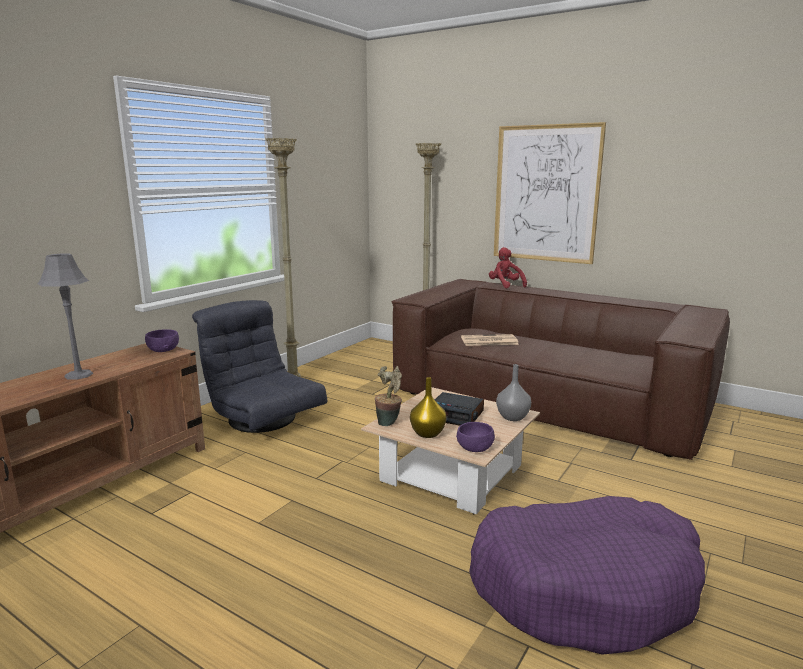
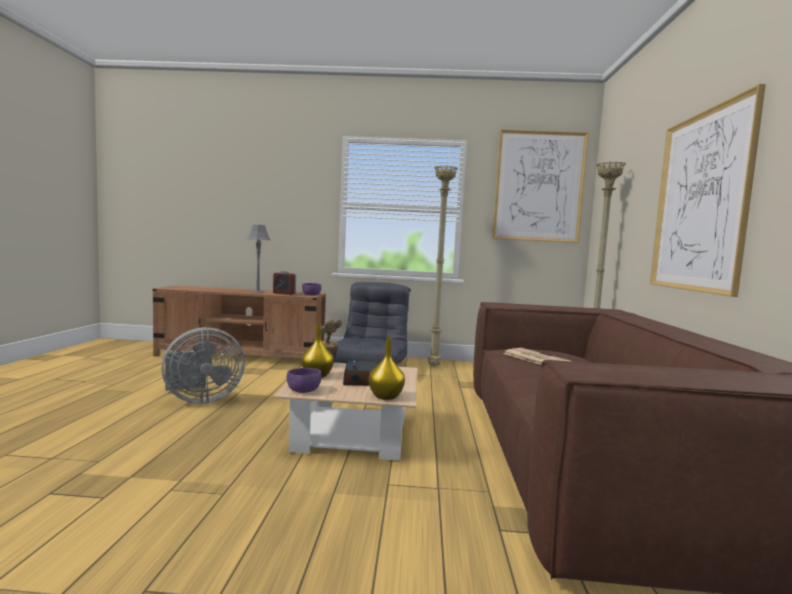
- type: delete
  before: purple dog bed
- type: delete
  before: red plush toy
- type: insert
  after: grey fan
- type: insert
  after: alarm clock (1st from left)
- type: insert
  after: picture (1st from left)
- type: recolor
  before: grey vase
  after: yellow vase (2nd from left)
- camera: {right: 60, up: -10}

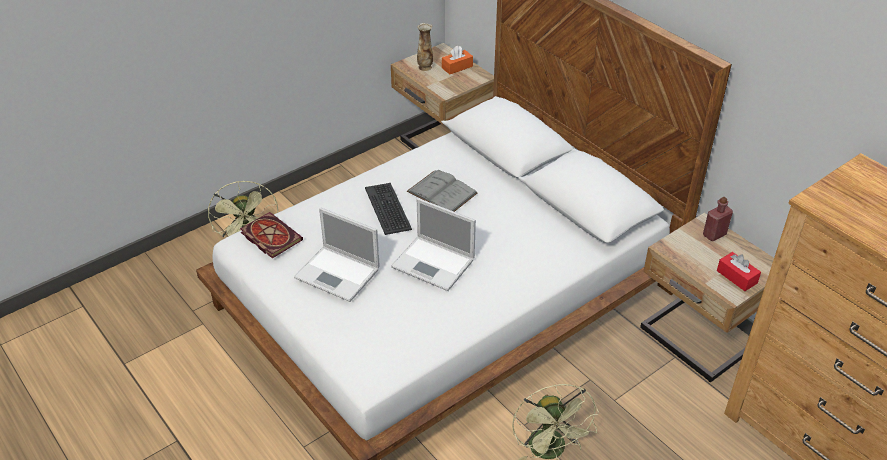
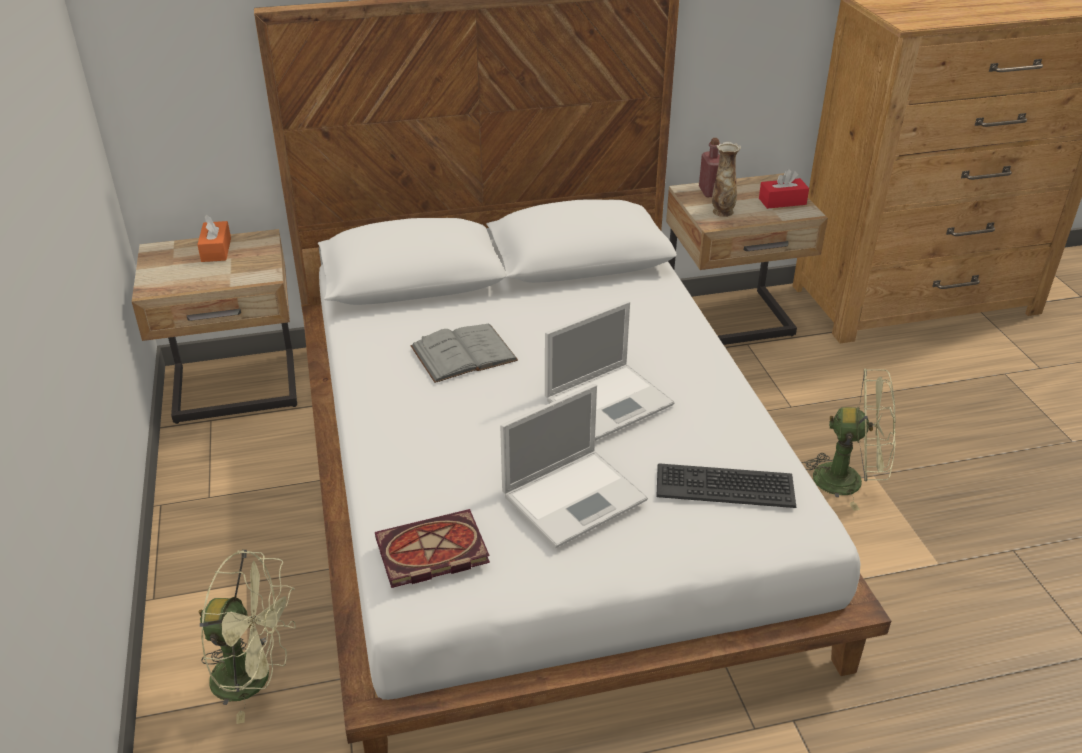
- type: move
  before: keyboard
- type: move
  before: vase
- camera: {right: -65, up: -5}

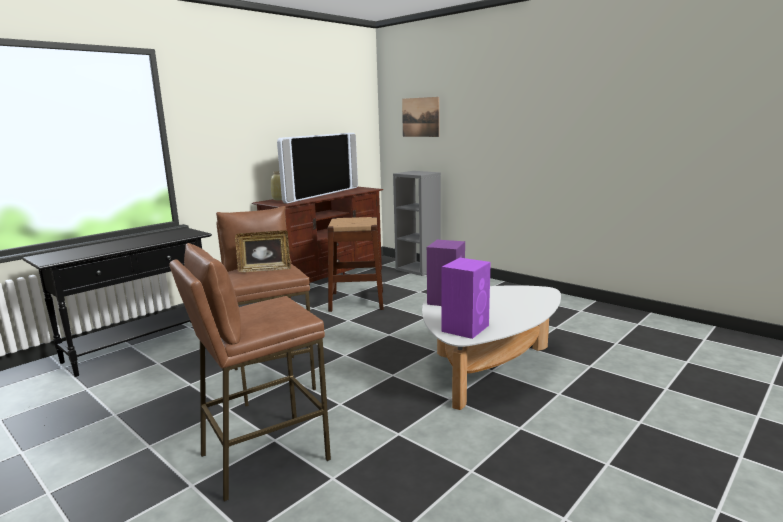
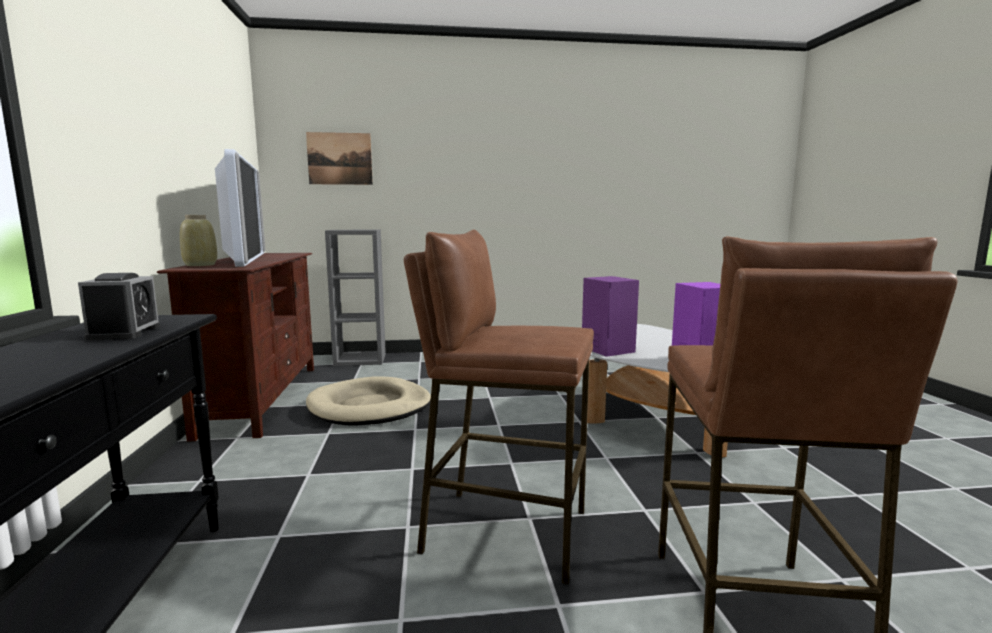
- type: delete
  before: picture frame
- type: insert
  after: alarm clock
- type: replace
  before: brown stool (3rd from left)
  after: beige dog bed
- camera: {right: -50, up: -5}

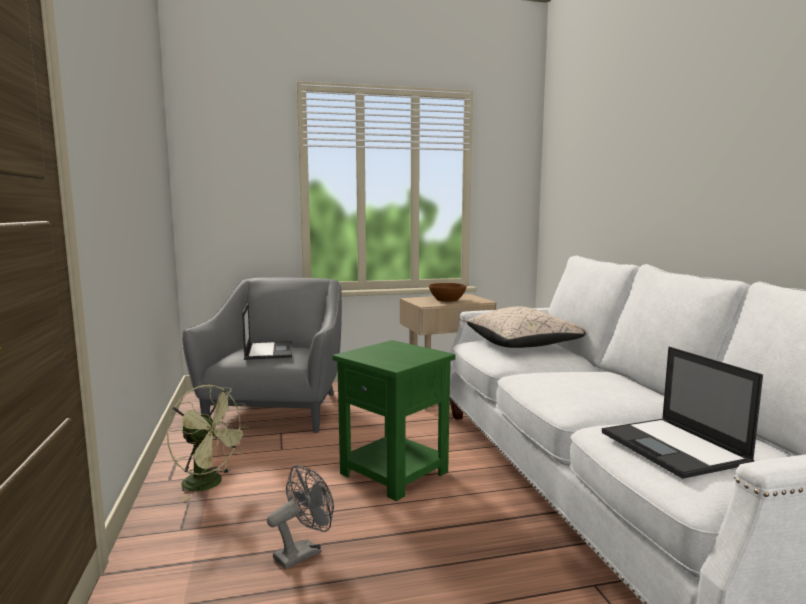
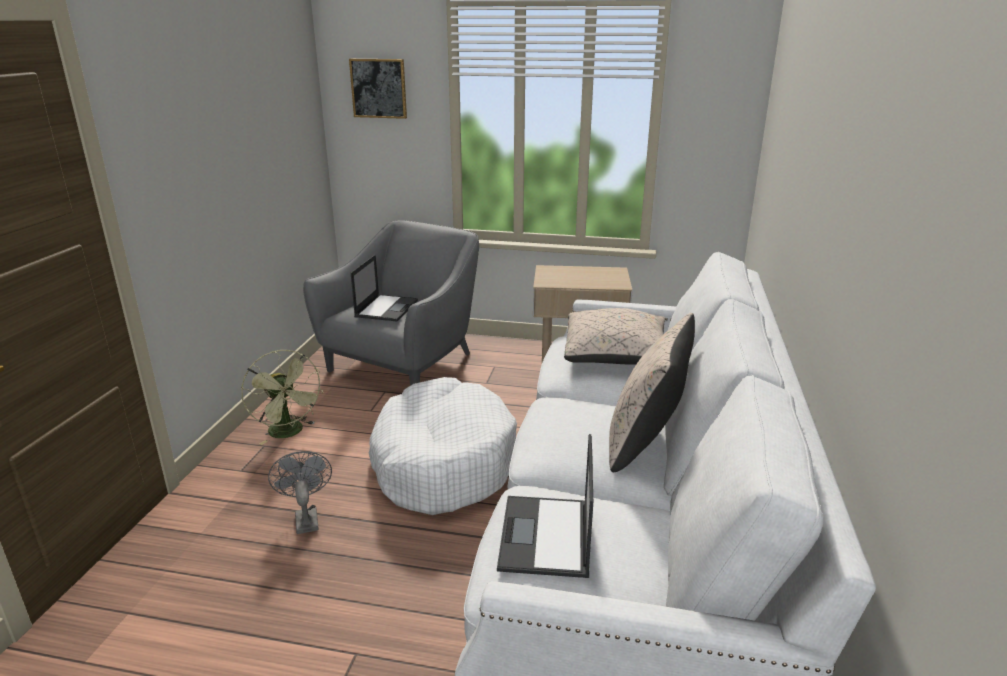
- type: delete
  before: brown bowl
- type: insert
  after: picture
- type: insert
  after: beige pillow (2nd from left)
- type: replace
  before: green side table
  after: white dog bed
- type: rotate
  before: grey fan
  turn: -90
- camera: {right: 25, up: 15}

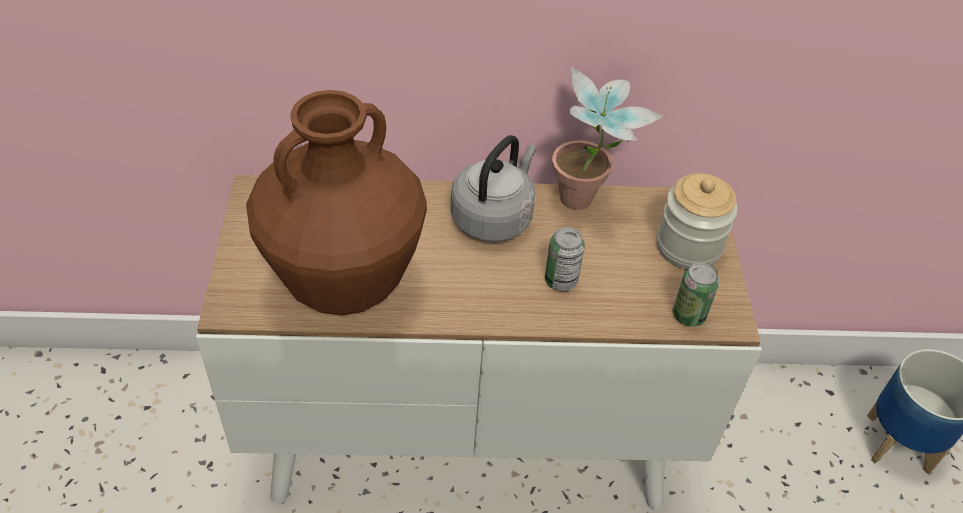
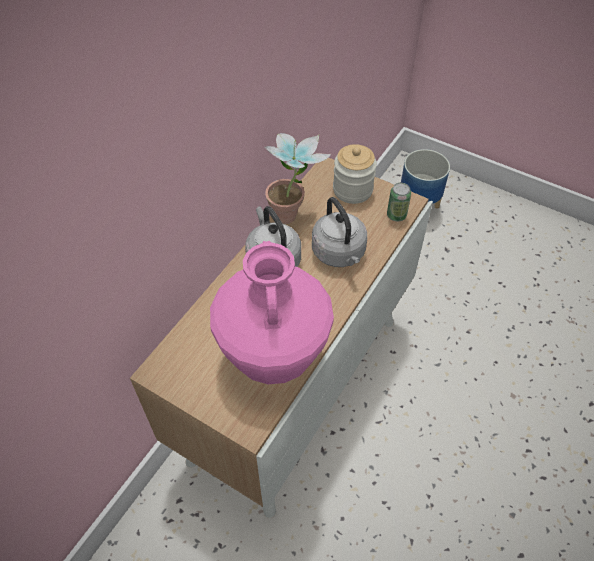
- type: replace
  before: can (1st from left)
  after: grey kettle (2nd from left)
- type: recolor
  before: brown vase
  after: pink vase
- camera: {right: -55, up: 5}

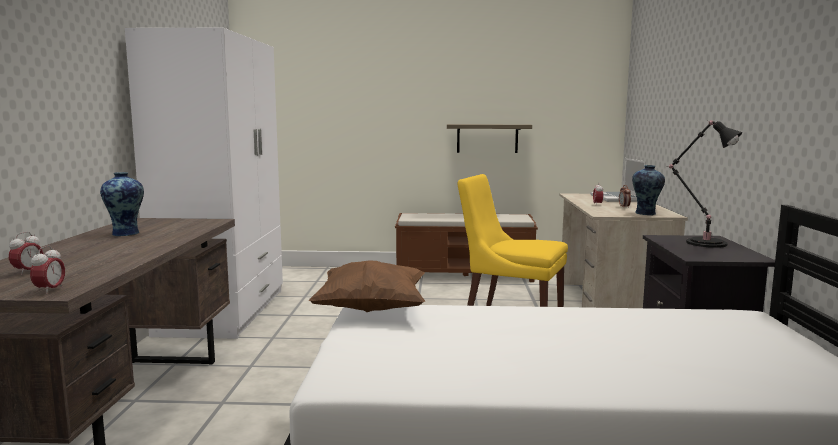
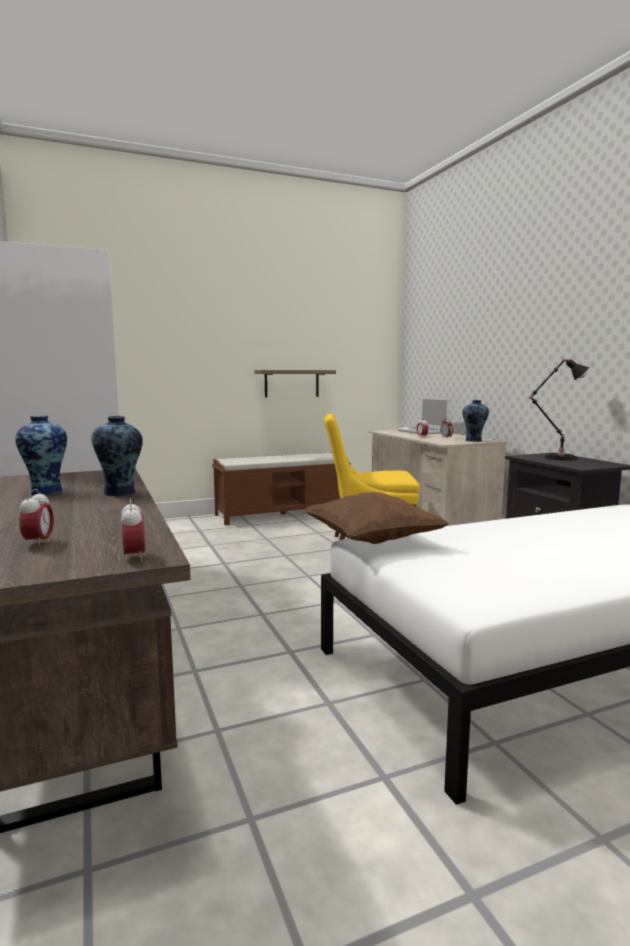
- type: insert
  after: vase (2nd from left)
- camera: {right: -25, up: 0}

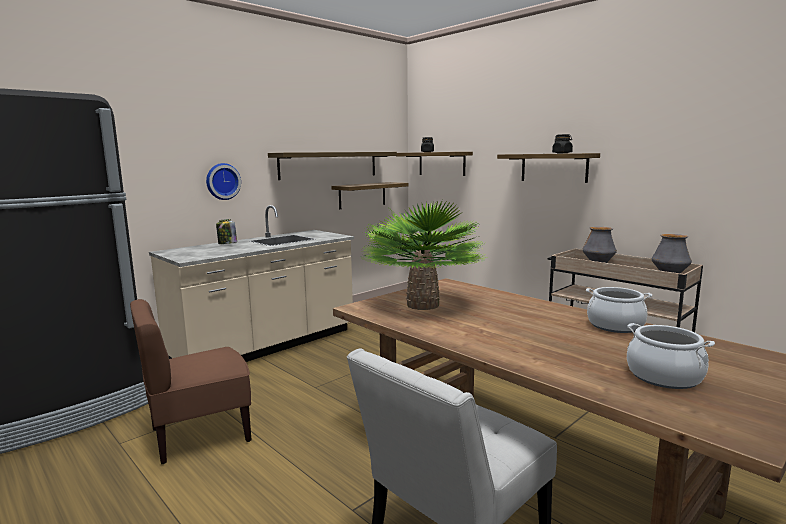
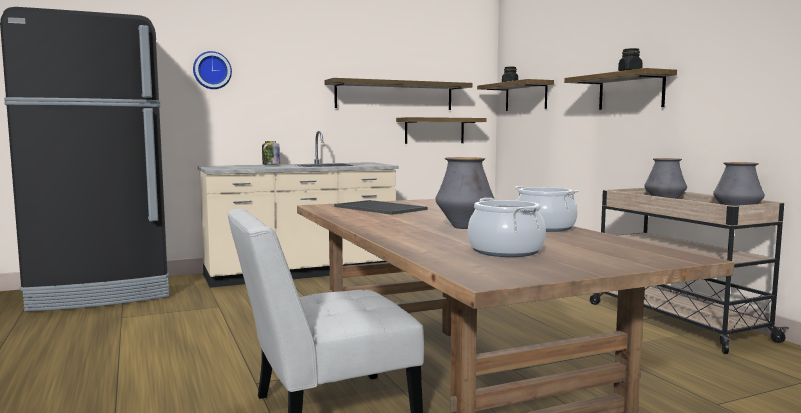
- type: delete
  before: brown chair
- type: insert
  after: vase (1st from left)
- type: move
  before: wall clock
- type: replace
  before: potted plant
  after: tray
- camera: {right: 20, up: -5}

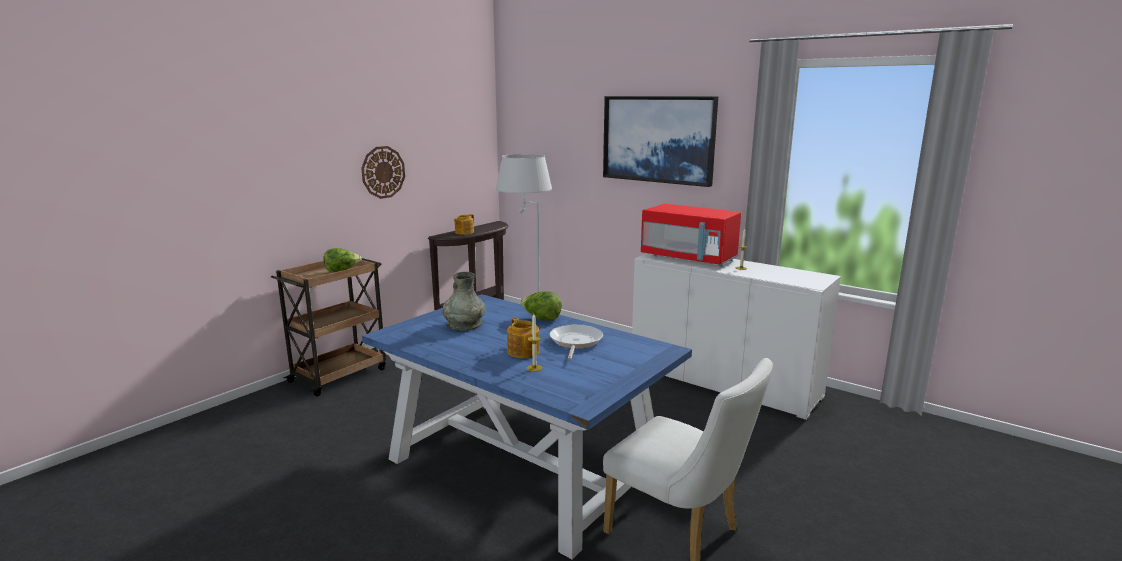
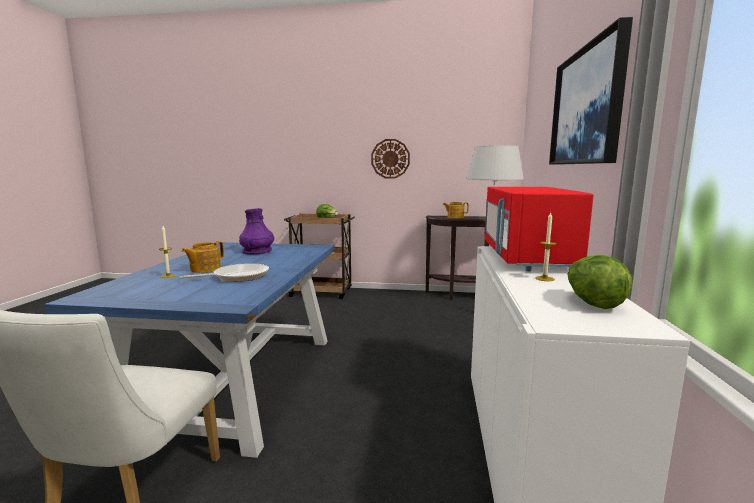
- type: move
  before: lettuce (2nd from left)
- type: recolor
  before: grey vase
  after: purple vase
- camera: {right: 60, up: -5}

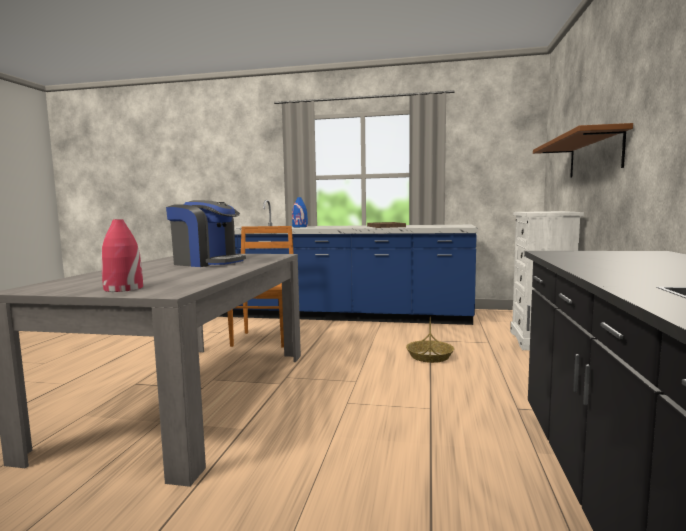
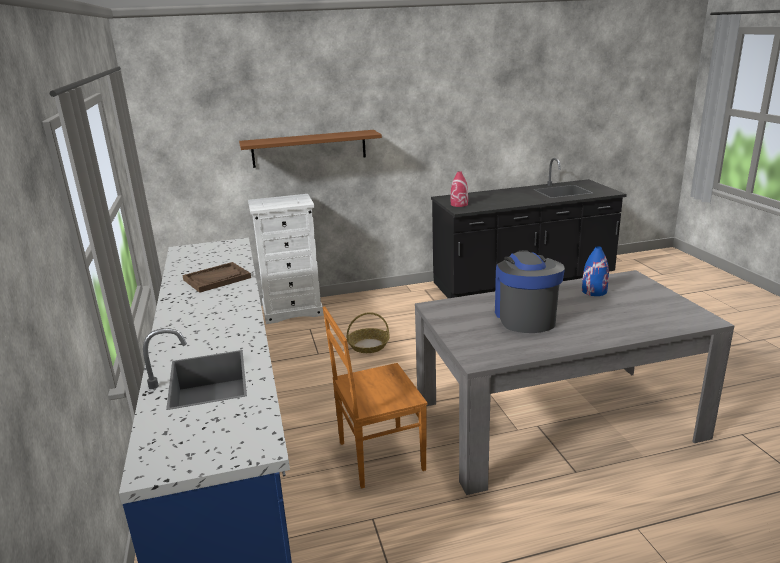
- type: move
  before: red vase
- type: move
  before: blue vase
- camera: {right: -115, up: 15}

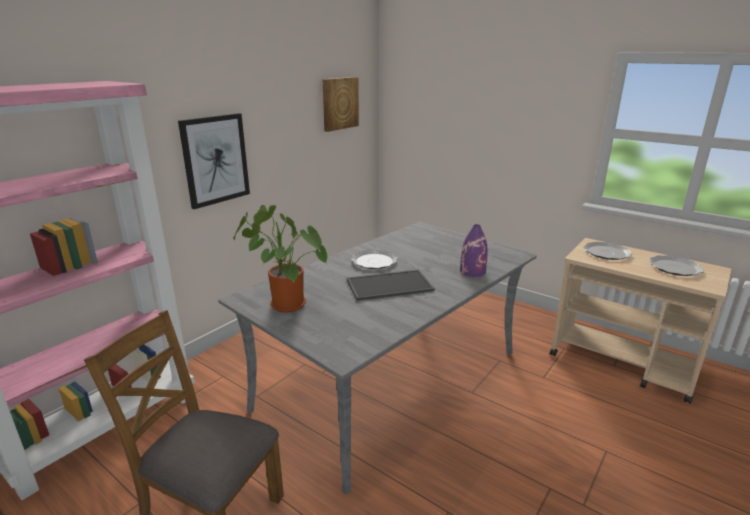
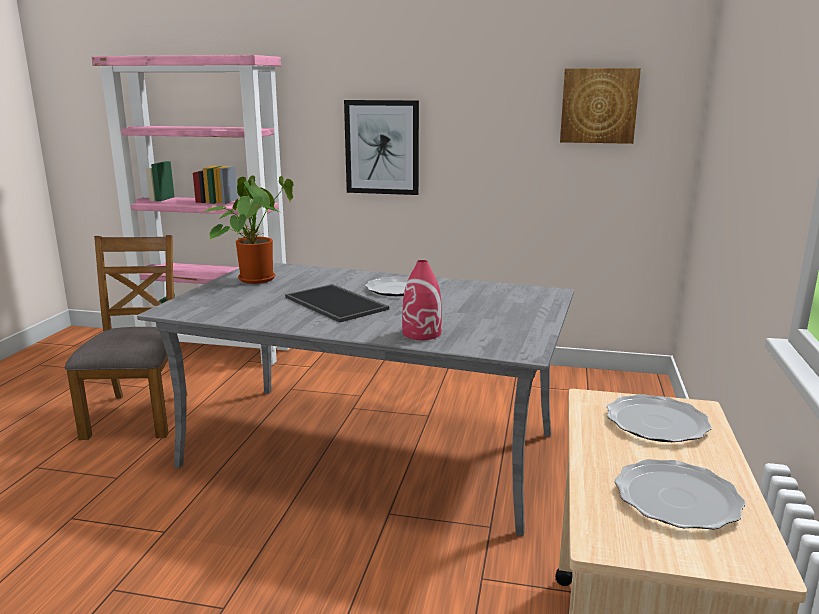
- type: recolor
  before: purple vase
  after: red vase
- camera: {right: 65, up: -5}

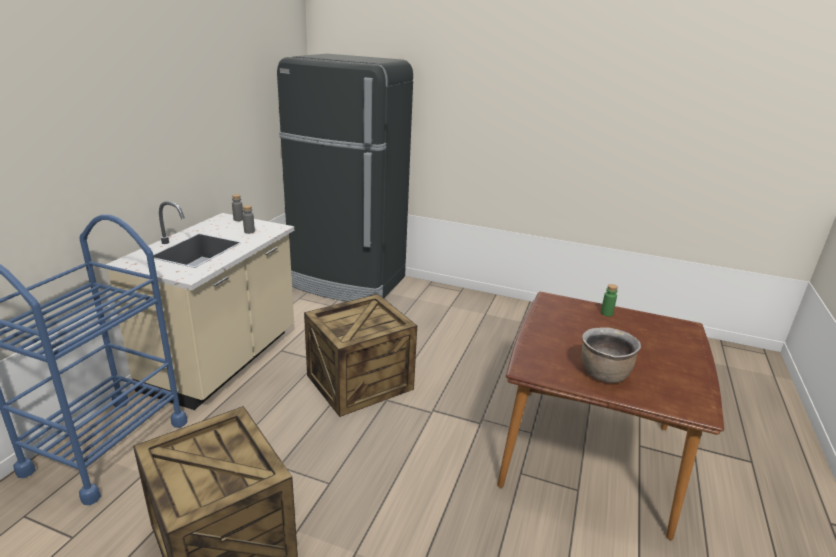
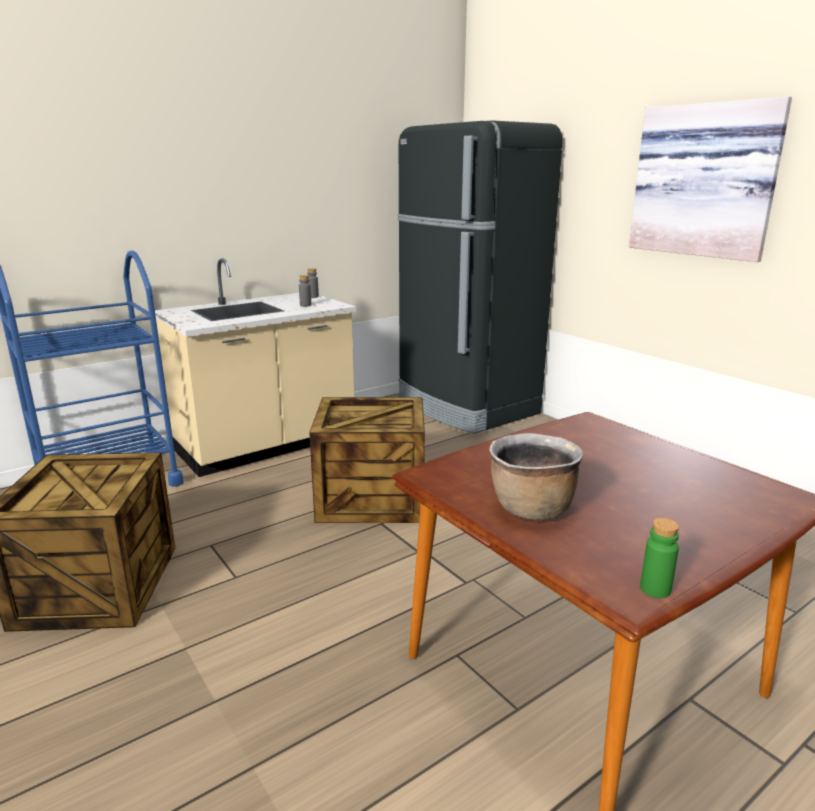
- type: insert
  after: picture
- type: move
  before: green bottle
- camera: {right: 35, up: -5}

